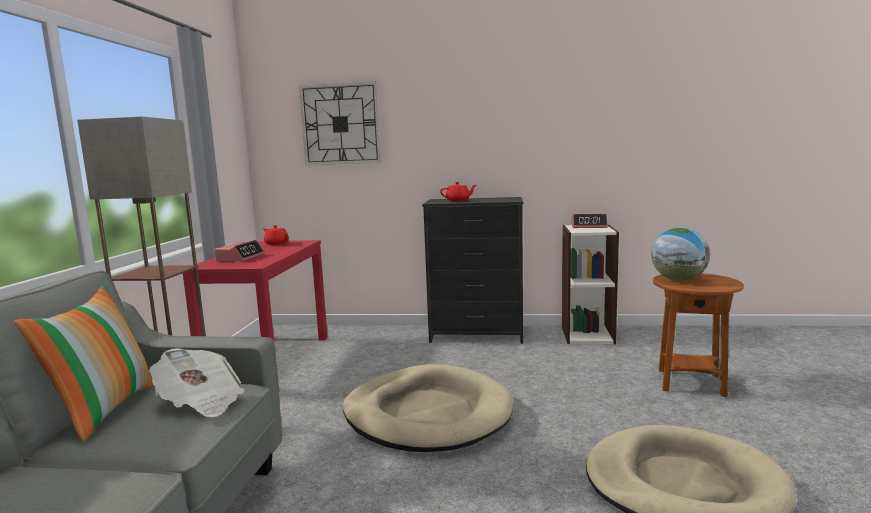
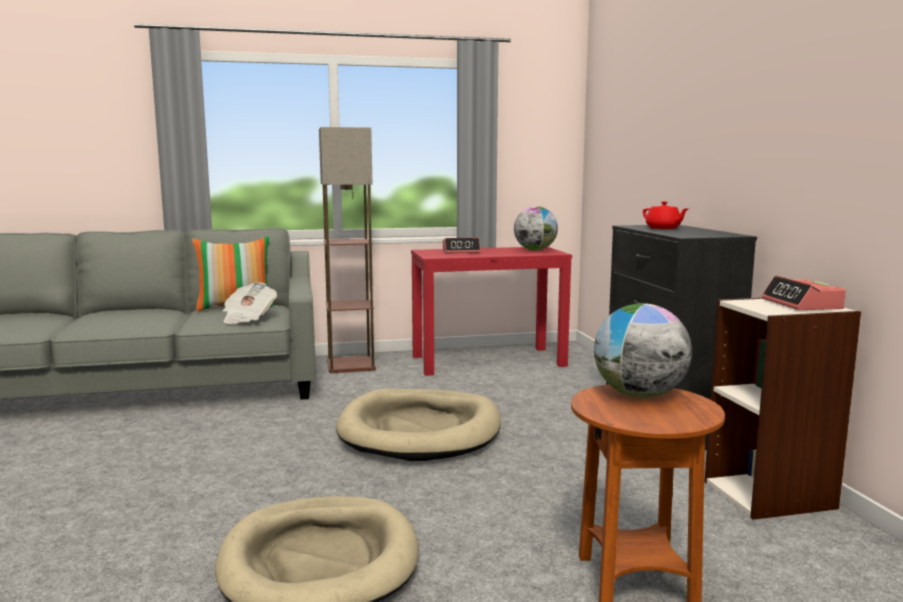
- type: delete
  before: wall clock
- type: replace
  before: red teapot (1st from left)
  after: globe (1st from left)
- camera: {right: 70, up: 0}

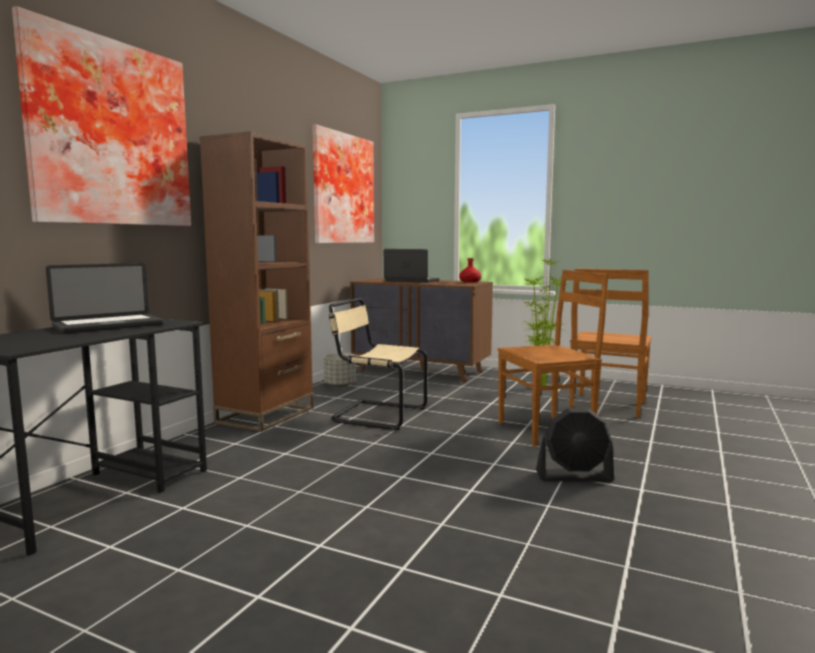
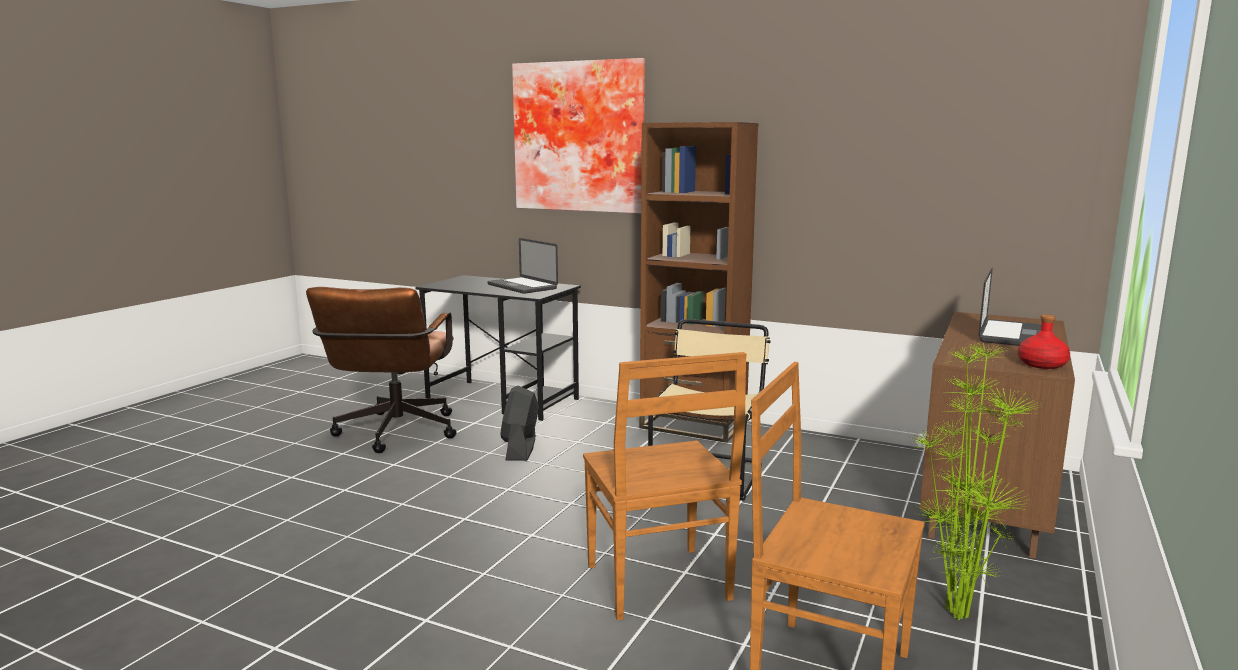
- type: delete
  before: picture (2nd from left)
- type: delete
  before: grey planter
- type: insert
  after: brown office chair
- type: move
  before: black fan
- camera: {right: 90, up: 5}

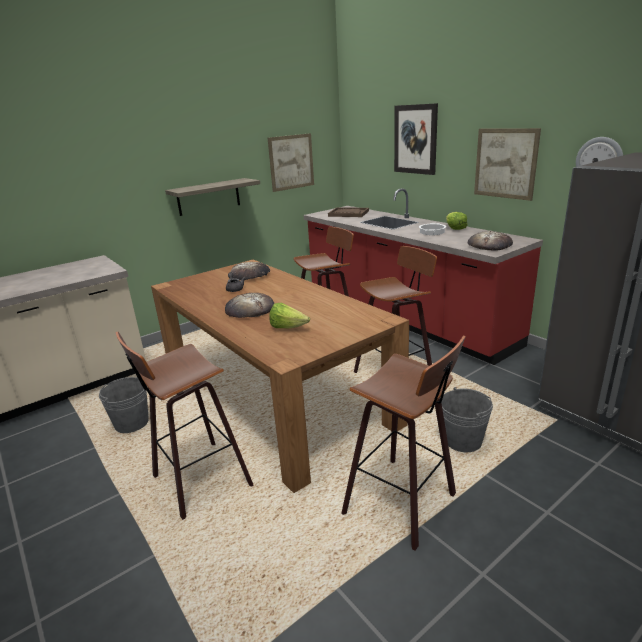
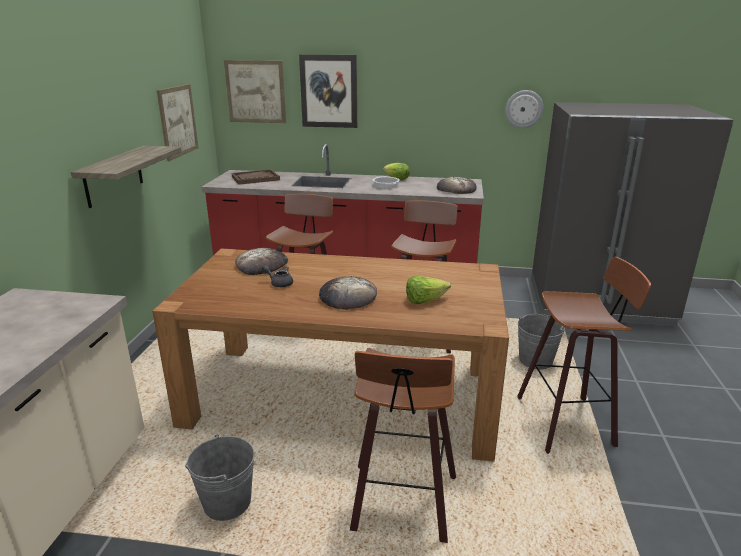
- type: move
  before: picture (3rd from left in the first image)
  after: picture (2nd from left)
- camera: {right: -45, up: 0}

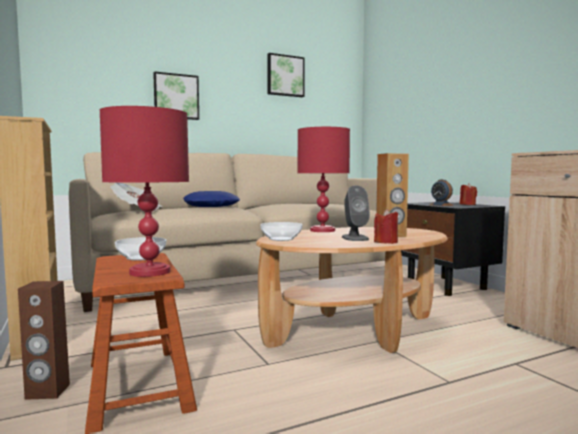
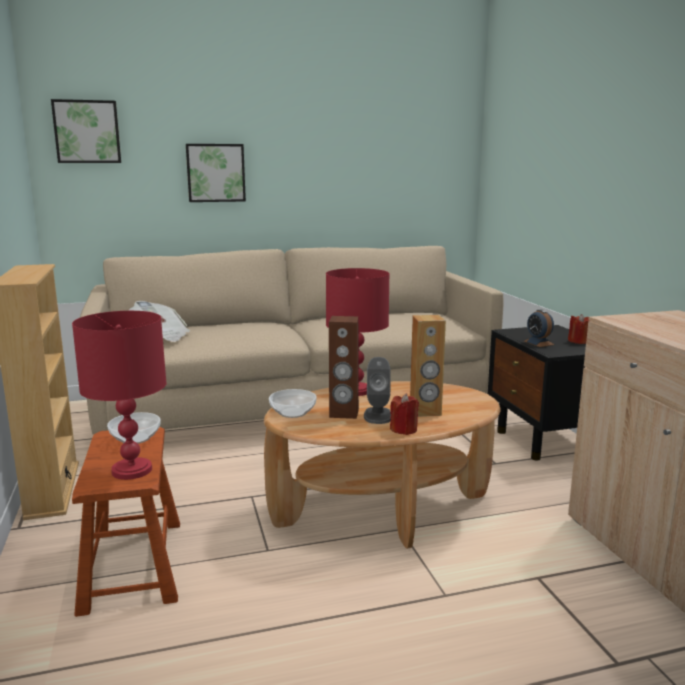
- type: delete
  before: blue pillow
- type: move
  before: brown speaker (1st from left)
- type: move
  before: picture (2nd from left in the first image)
  after: picture (1st from left)
- camera: {right: 10, up: 10}

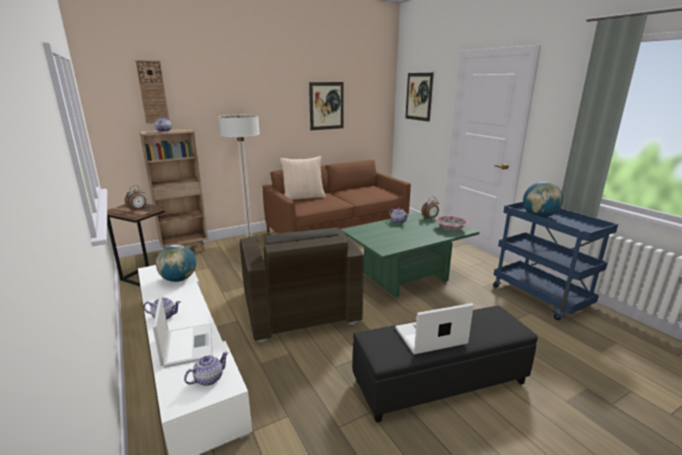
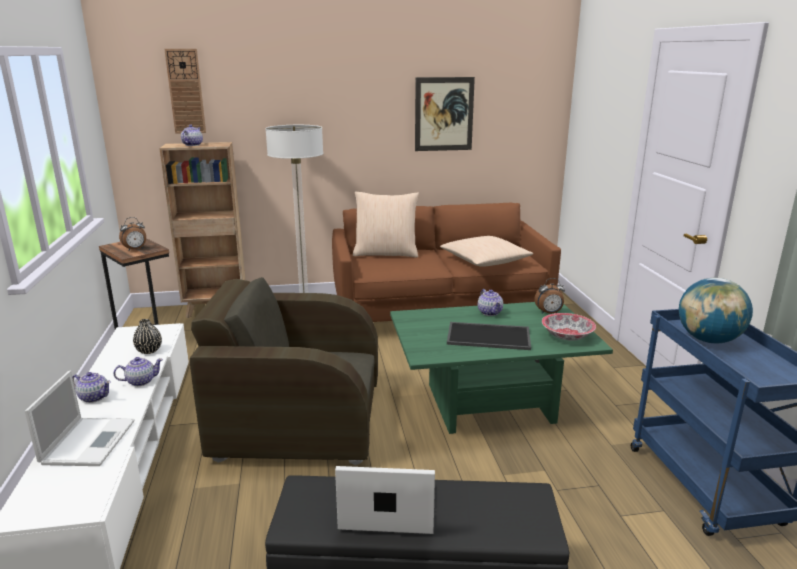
- type: delete
  before: picture (2nd from left)
- type: insert
  after: beige pillow (2nd from left)
- type: insert
  after: tray
- type: move
  before: teapot (3rd from left in the first image)
  after: teapot (2nd from left)
- type: replace
  before: globe (1st from left)
  after: black vase
- type: rotate
  before: brown armchair
  turn: 90
- camera: {right: 20, up: 0}

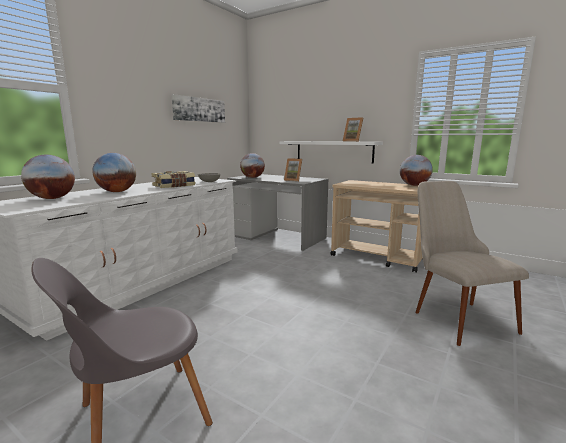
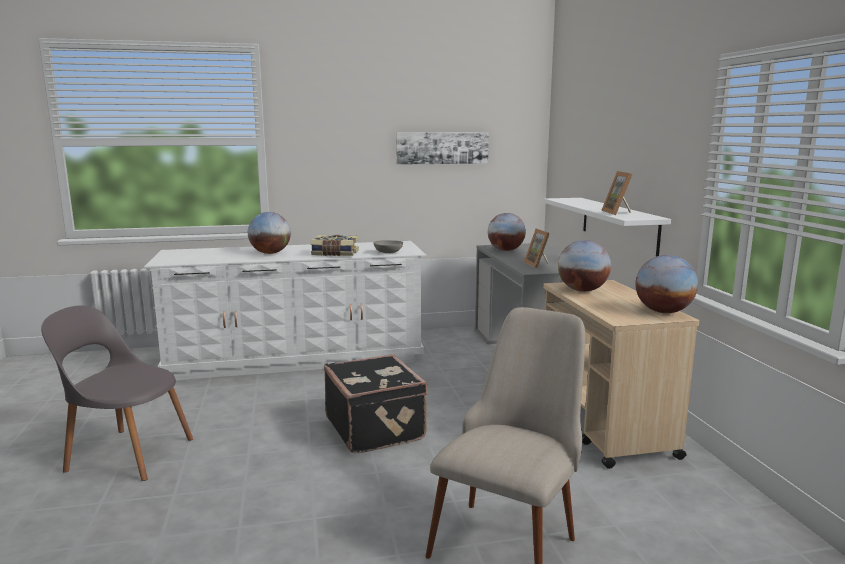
- type: insert
  after: black suitcase
- type: move
  before: globe (1st from left in the first image)
  after: globe (3rd from left)
- camera: {right: 45, up: 0}

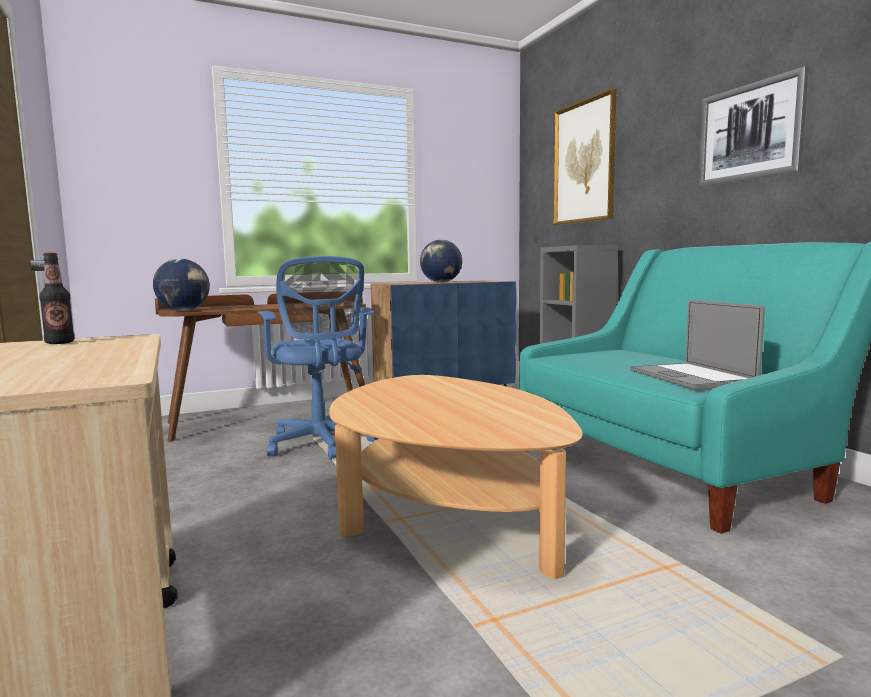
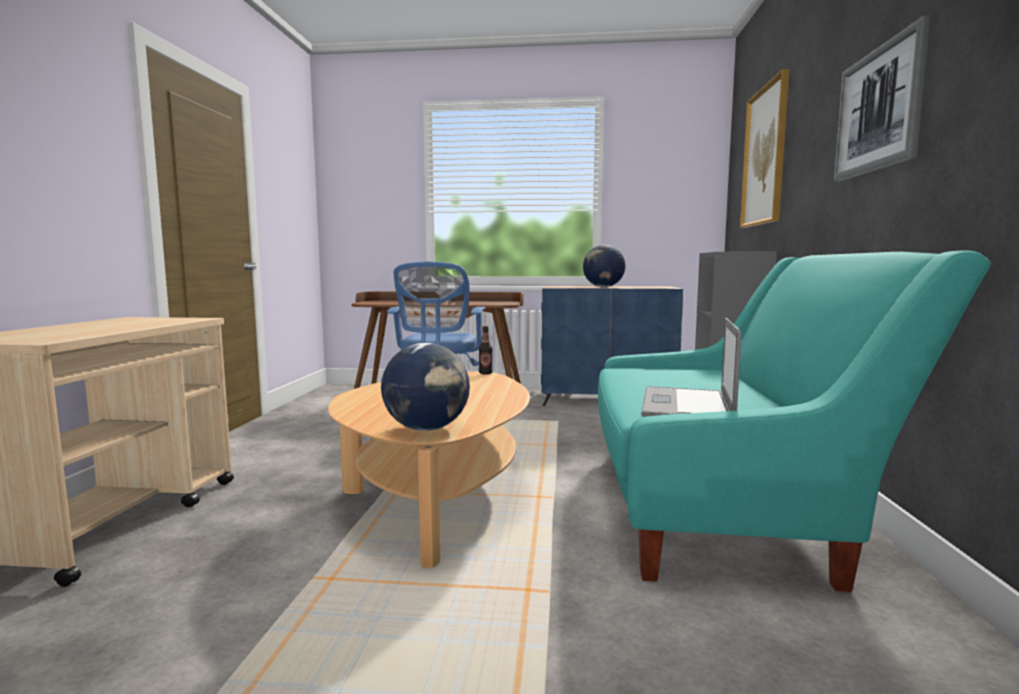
- type: move
  before: bottle
- type: move
  before: globe (1st from left)
- camera: {right: 30, up: 0}

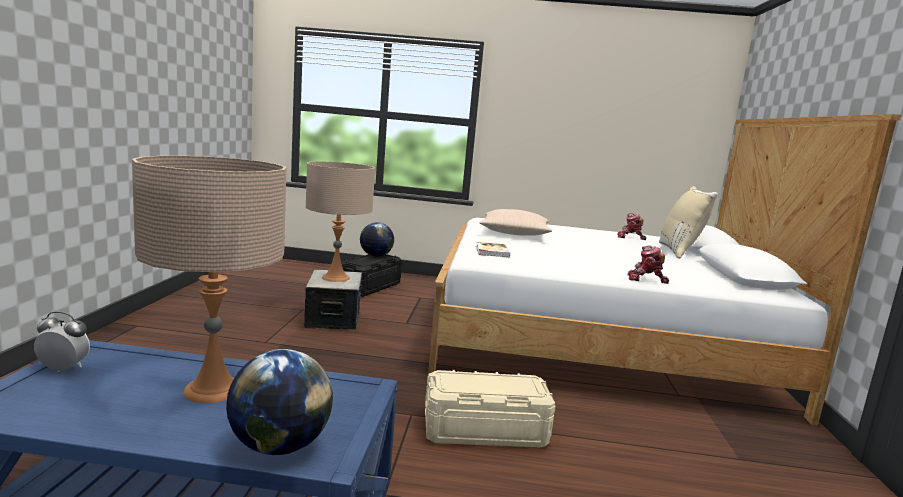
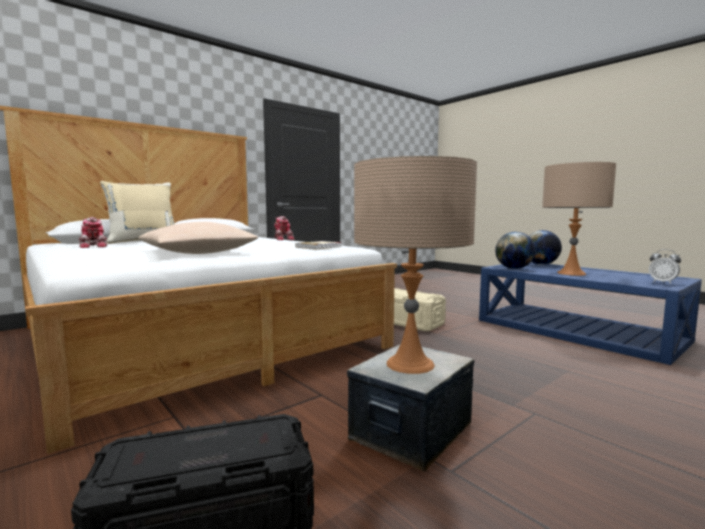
- type: move
  before: globe (2nd from left in the first image)
  after: globe (1st from left)
- camera: {right: -135, up: -5}

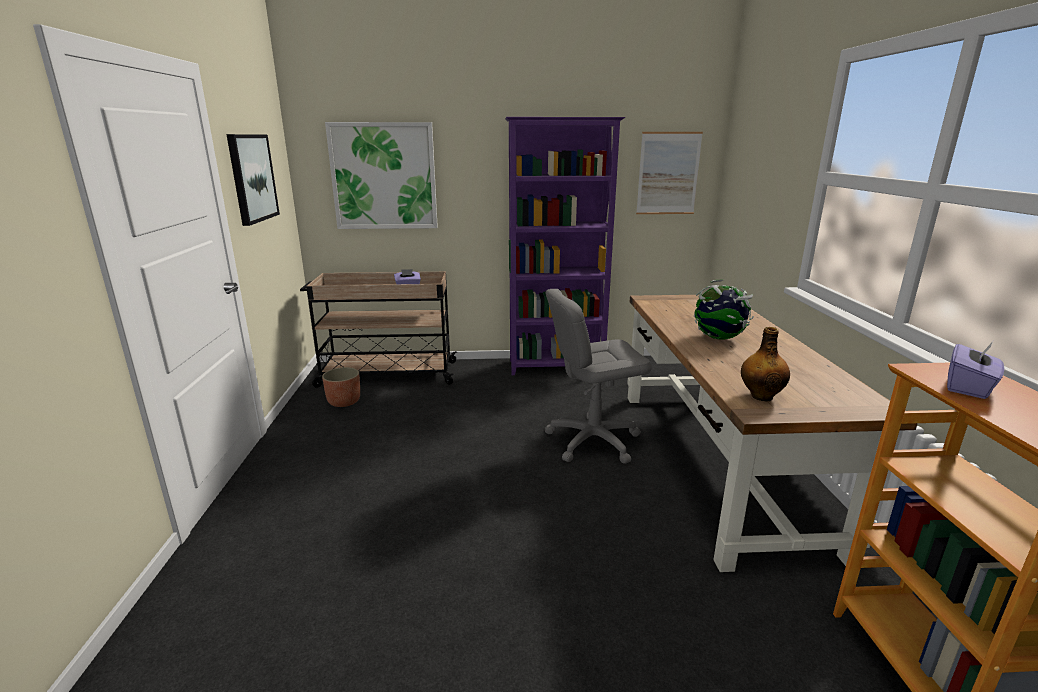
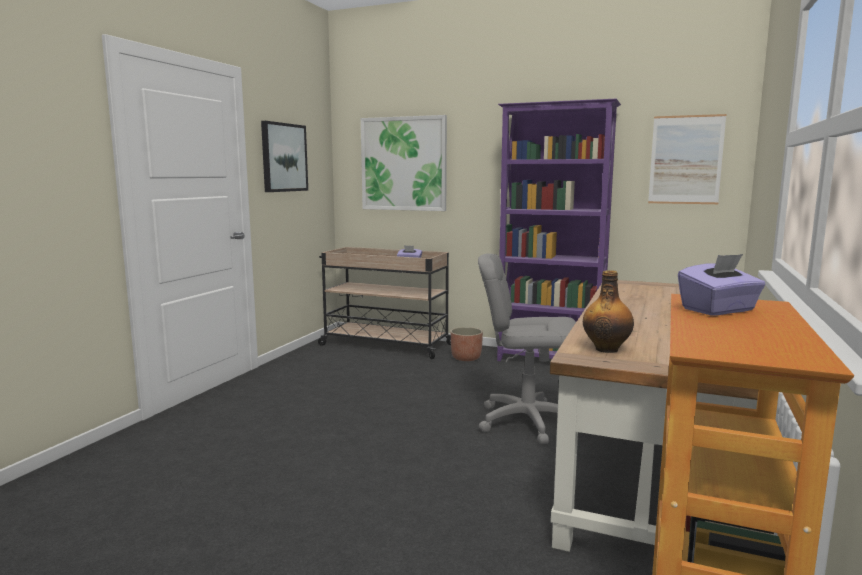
- type: delete
  before: globe
- type: move
  before: planter
- camera: {right: 25, up: -10}

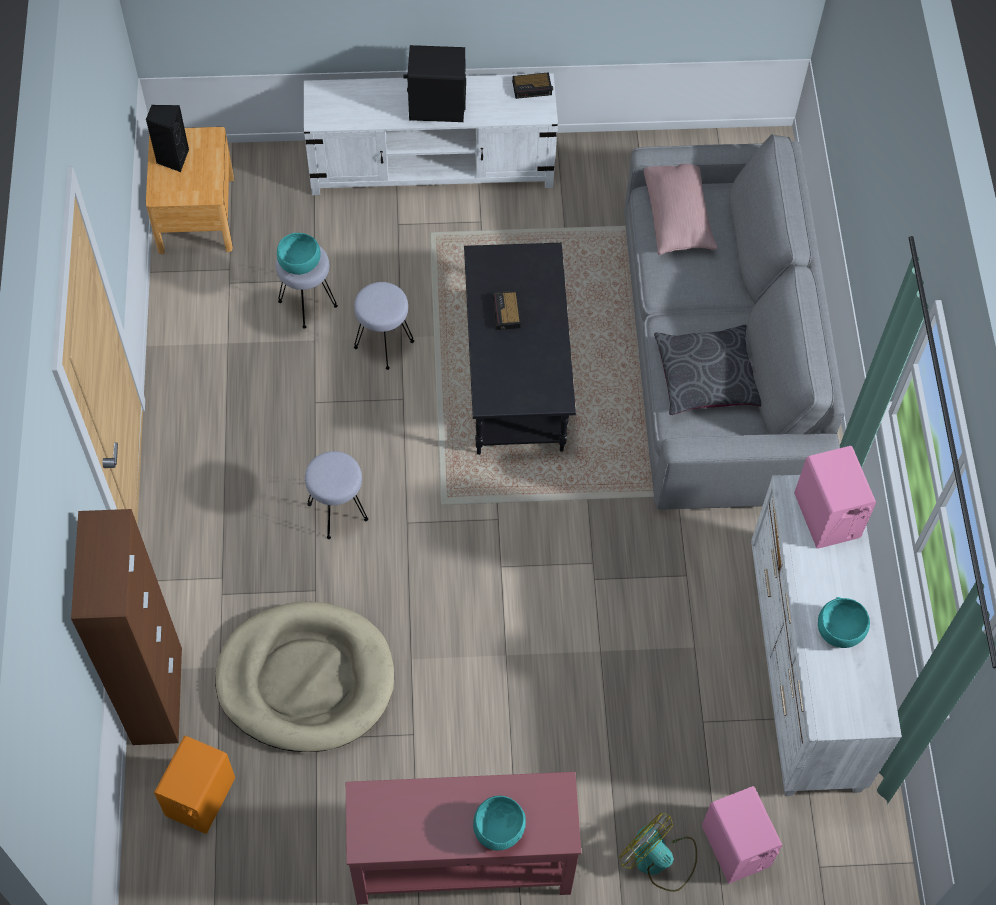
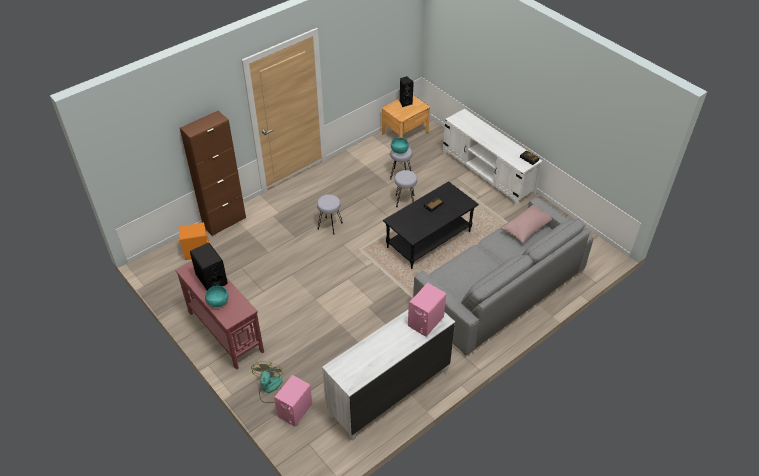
- type: delete
  before: beige dog bed
- type: delete
  before: grey pillow
- type: delete
  before: turquoise bowl (3rd from left)
- type: move
  before: black speaker (2nd from left in the first image)
  after: black speaker (1st from left)
- camera: {right: 55, up: -15}

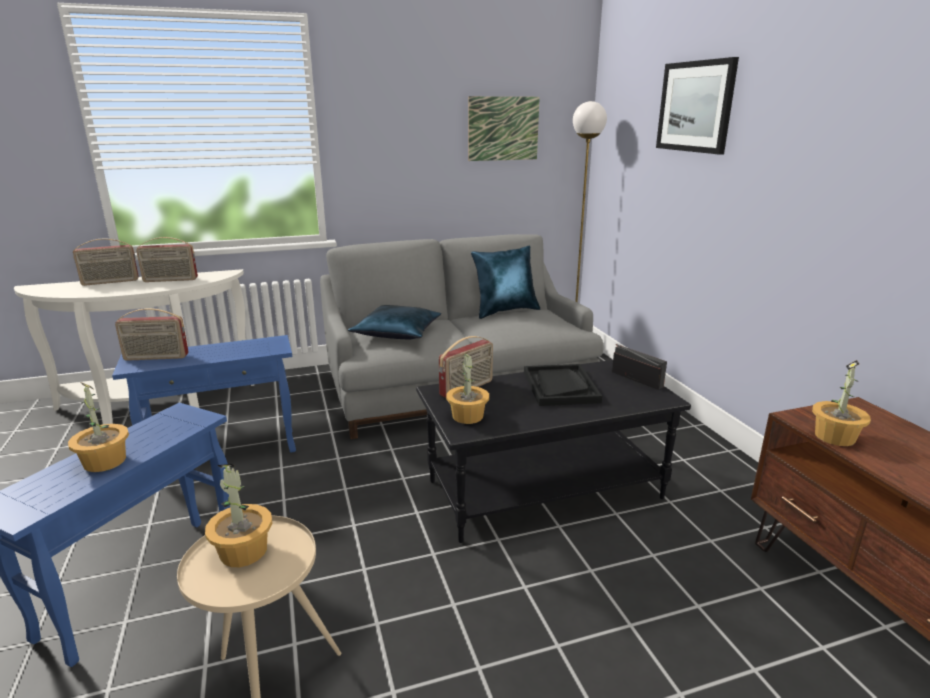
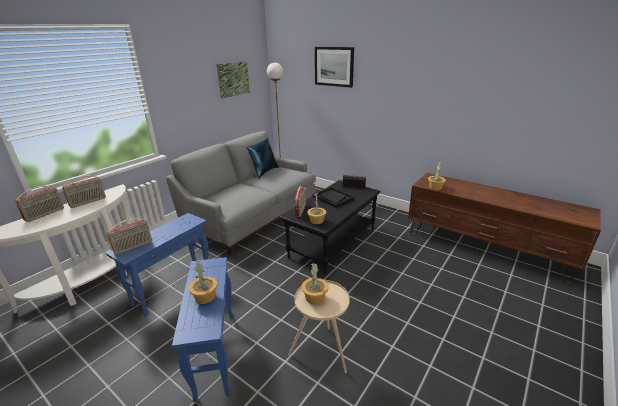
- type: delete
  before: blue pillow (1st from left)
- camera: {right: -35, up: 5}

